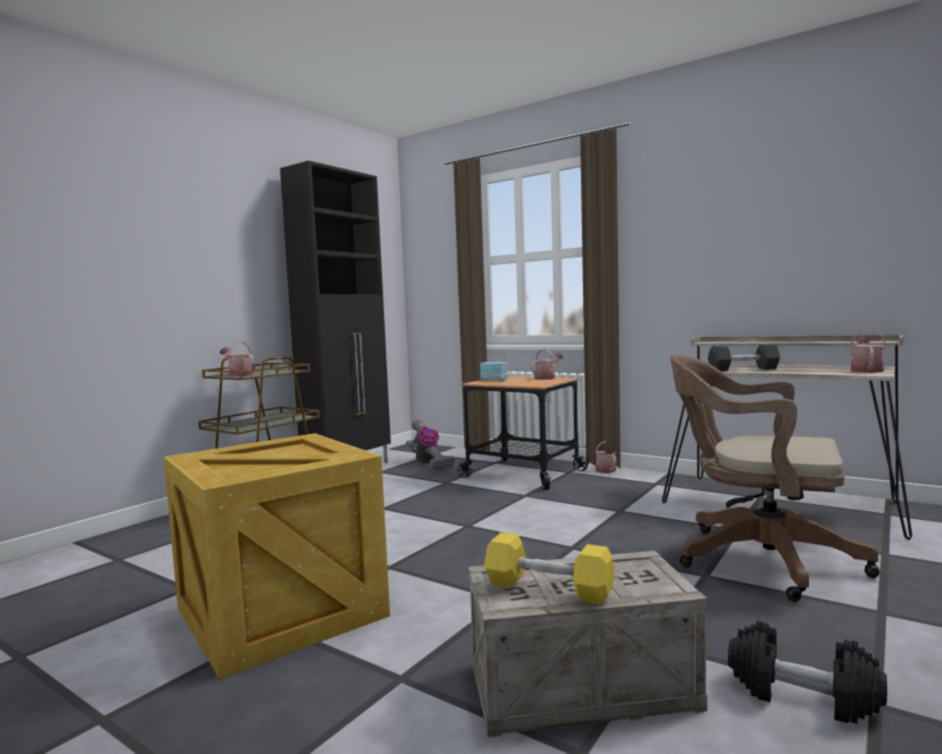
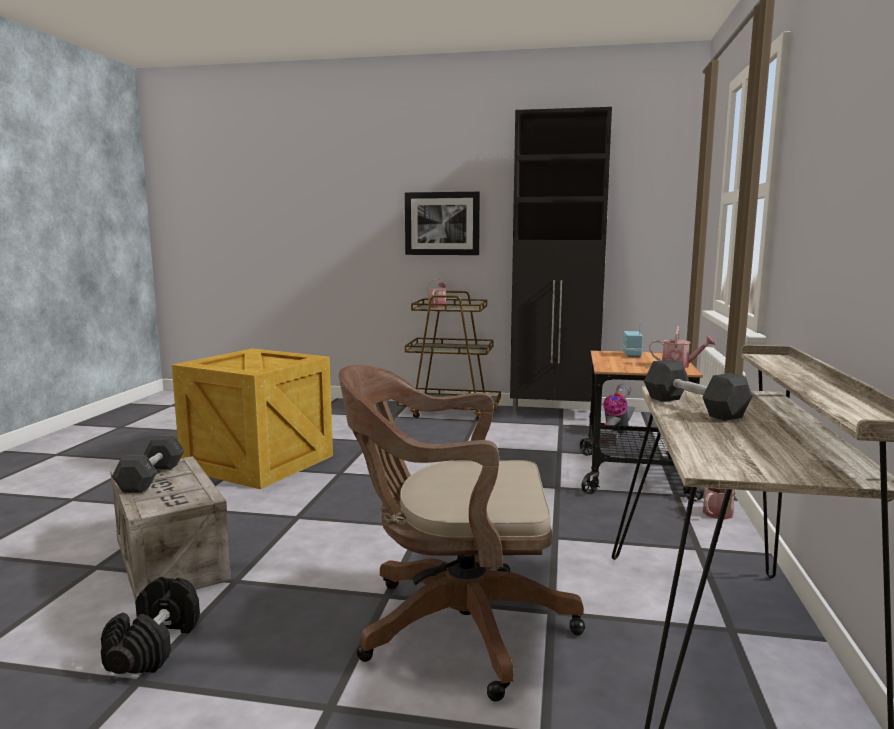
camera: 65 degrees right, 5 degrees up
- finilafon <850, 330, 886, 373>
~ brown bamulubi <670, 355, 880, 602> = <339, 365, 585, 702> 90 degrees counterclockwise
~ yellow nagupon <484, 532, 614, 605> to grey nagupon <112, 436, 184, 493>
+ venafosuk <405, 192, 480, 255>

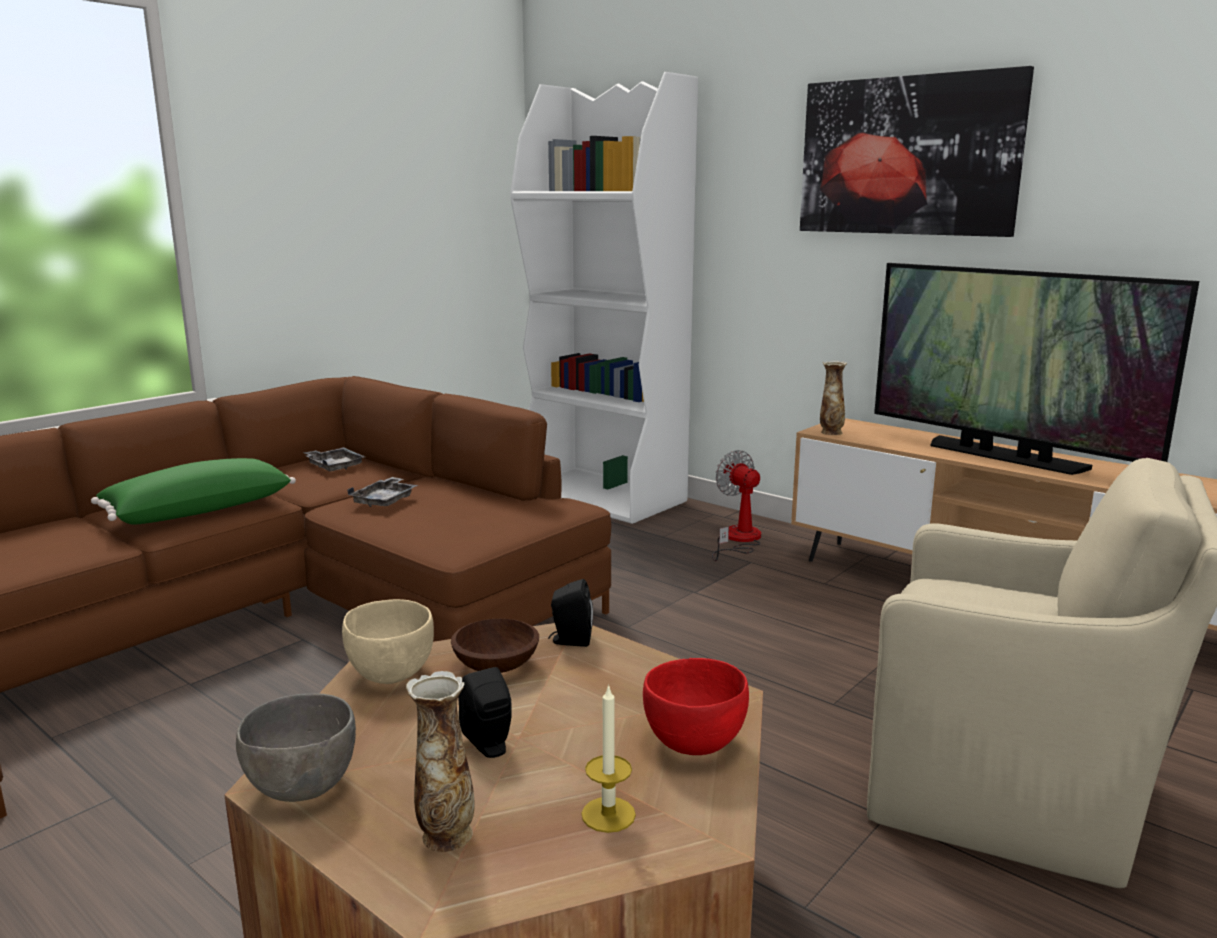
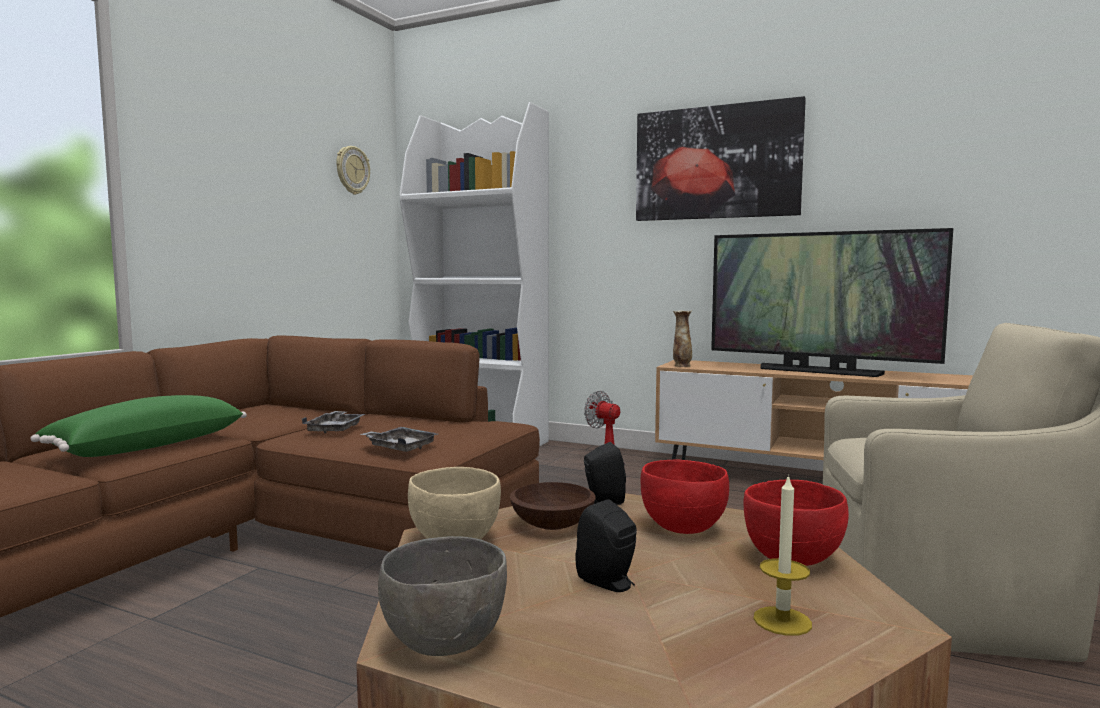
camera: 15 degrees left, 10 degrees down
~ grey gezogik <303, 447, 365, 471> to <360, 427, 438, 452>
- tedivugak <406, 671, 475, 852>
+ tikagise <336, 146, 370, 195>
+ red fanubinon <641, 460, 729, 534>

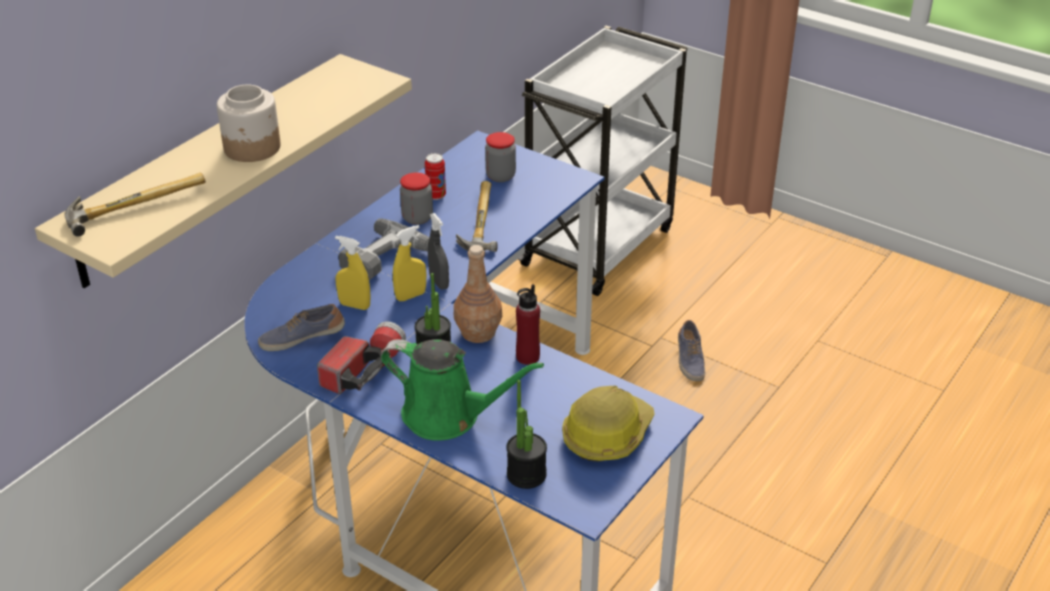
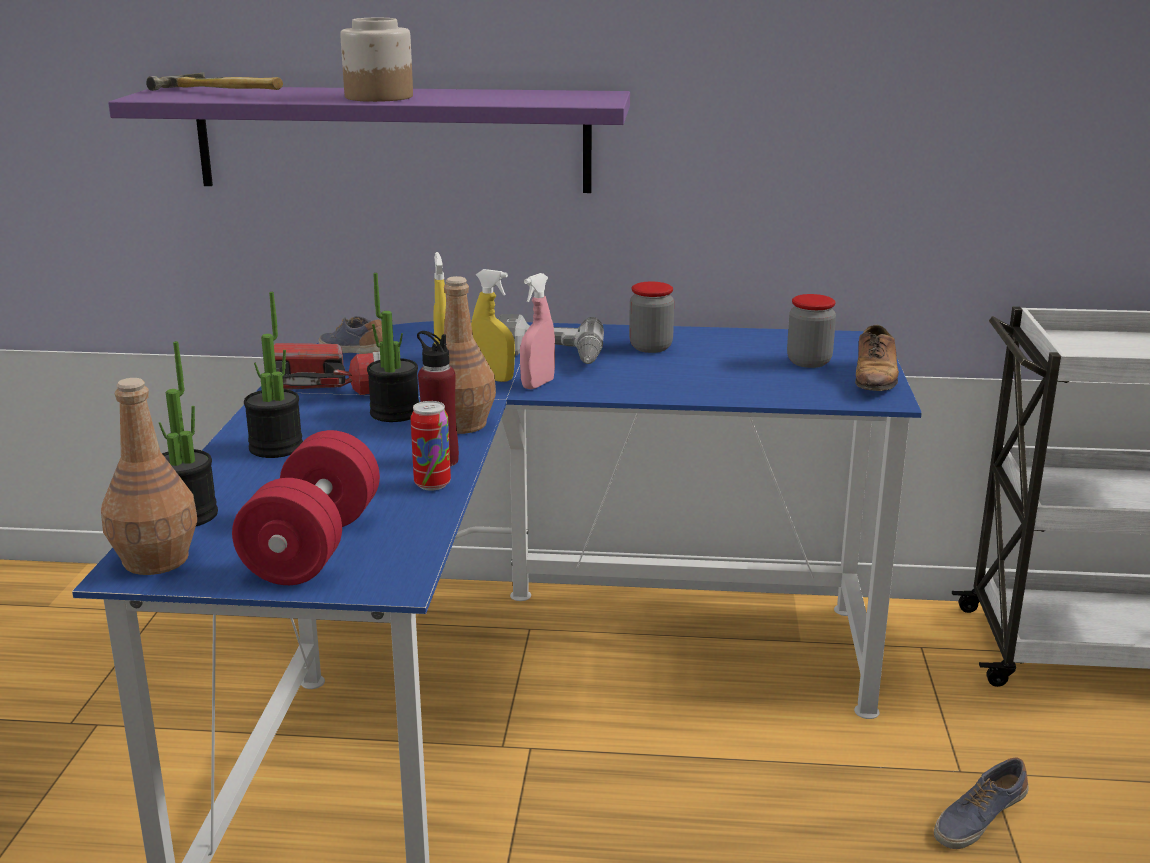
camera: 60 degrees right, 15 degrees down
~ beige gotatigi <35, 54, 412, 288> to purple gotatigi <108, 87, 630, 193>
~ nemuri <425, 153, 446, 200> to <410, 401, 451, 491>
- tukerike <456, 181, 497, 252>
~ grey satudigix <428, 213, 449, 290> to pink satudigix <520, 273, 555, 389>
~ green finilafon <381, 339, 544, 441> to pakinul <244, 292, 303, 458>
~ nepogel <562, 386, 655, 462> to red nagupon <232, 430, 380, 585>
+ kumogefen <855, 325, 899, 400>
+ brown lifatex <101, 378, 197, 575>

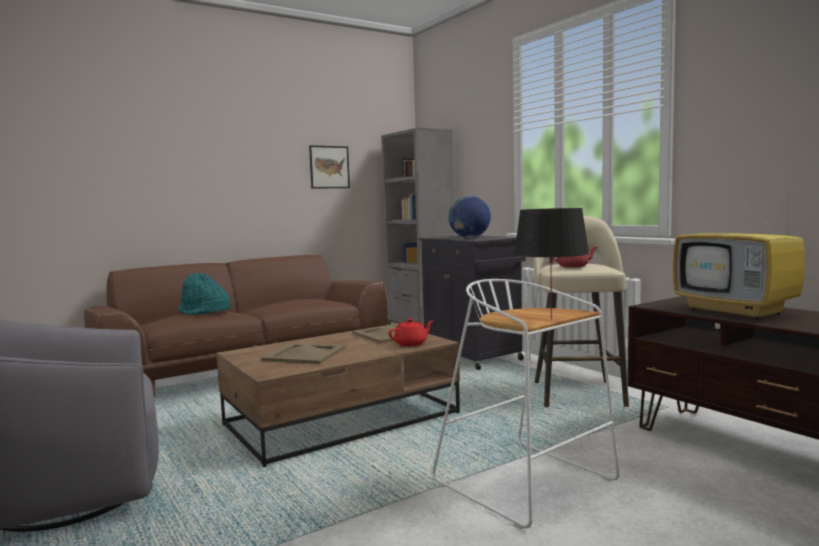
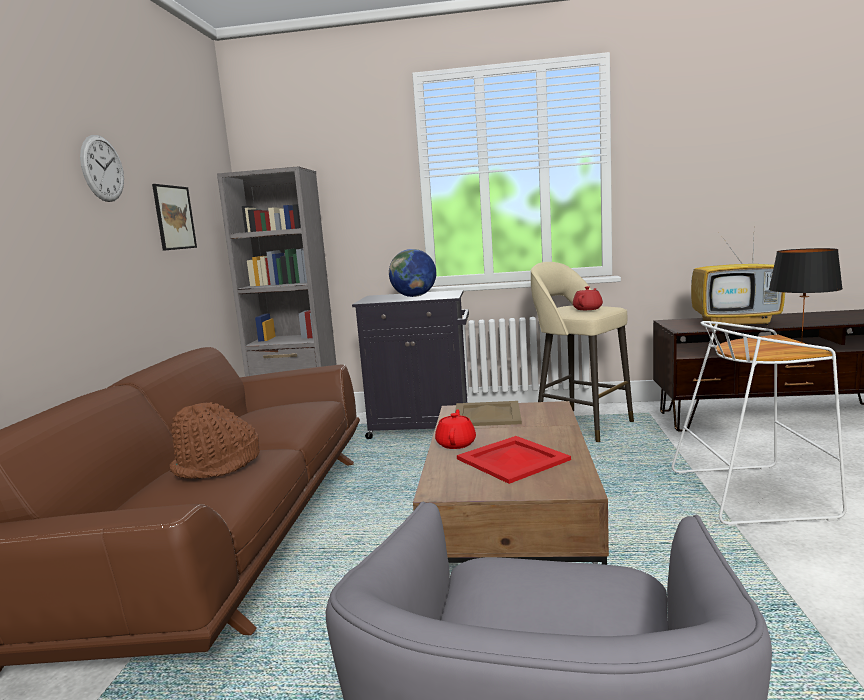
camera: 50 degrees left, 5 degrees up
~ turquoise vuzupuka <178, 273, 231, 315> to brown vuzupuka <170, 402, 260, 479>
~ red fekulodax <388, 318, 433, 346> to <435, 409, 476, 449>
~ beige gezogik <261, 343, 346, 364> to red gezogik <457, 436, 571, 484>
+ tikagise <80, 135, 124, 202>

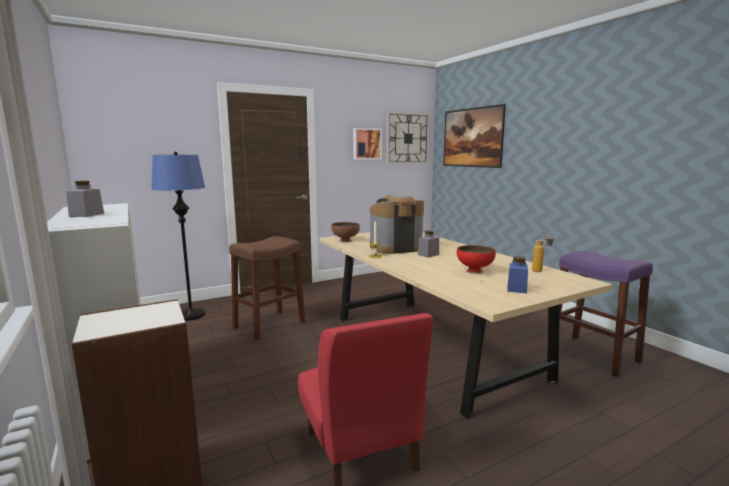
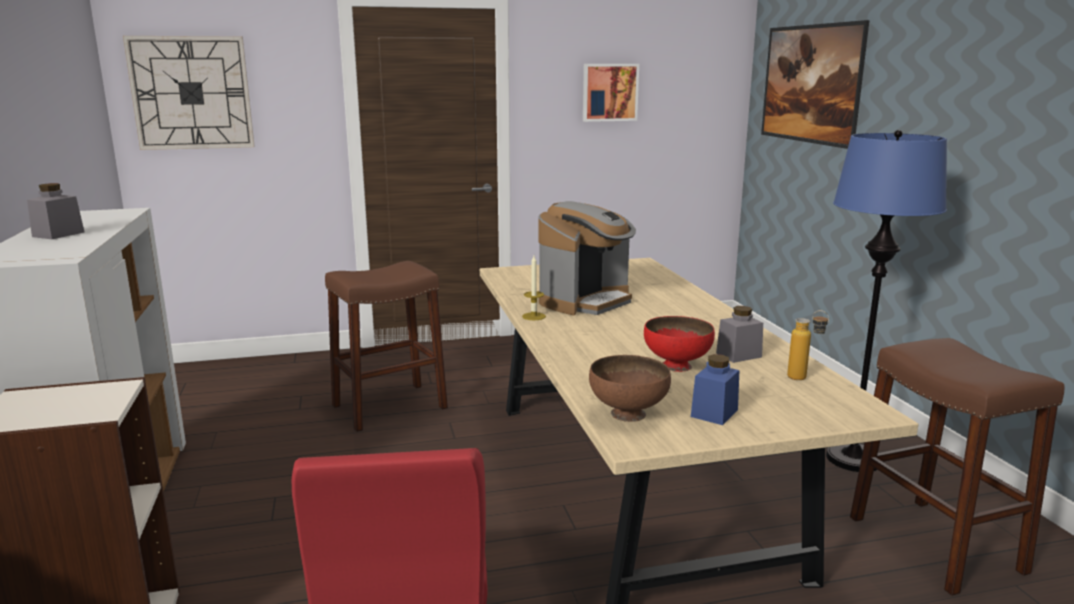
camera: 15 degrees right, 5 degrees up
~ tikagise <387, 112, 430, 164> to <123, 36, 255, 150>
~ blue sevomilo <151, 152, 205, 321> to <826, 130, 947, 472>
~ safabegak <370, 194, 424, 254> = <538, 201, 636, 315> 135 degrees clockwise
~ brown fanubinon <331, 222, 360, 242> to <589, 355, 671, 422>
~ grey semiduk <418, 230, 439, 258> to <716, 306, 763, 363>
~ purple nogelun <559, 250, 653, 377> to brown nogelun <850, 338, 1064, 596>

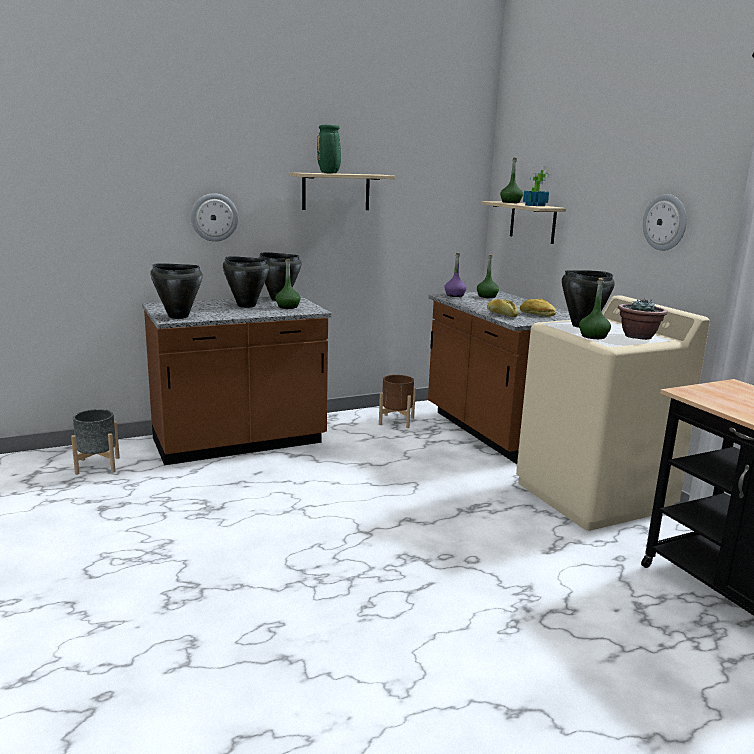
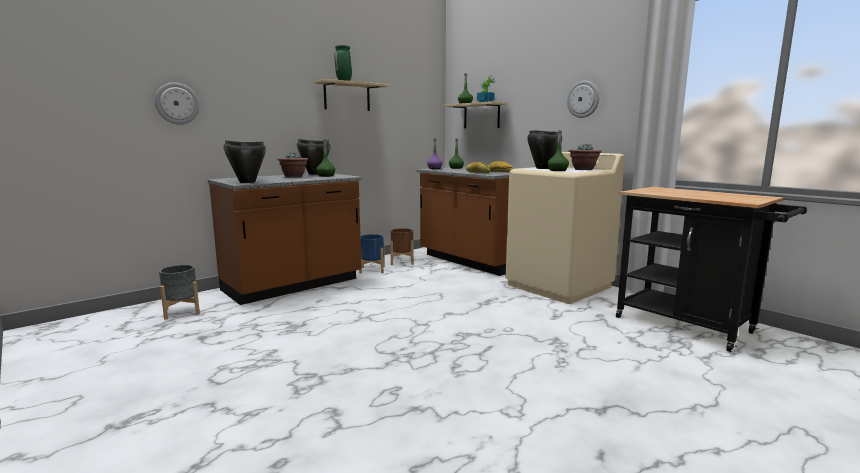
camera: 15 degrees left, 5 degrees down
~ tikagise <191, 193, 238, 242> to <155, 82, 199, 124>
~ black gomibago <223, 256, 269, 308> to pakinul <277, 152, 308, 177>
+ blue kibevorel <359, 234, 385, 274>

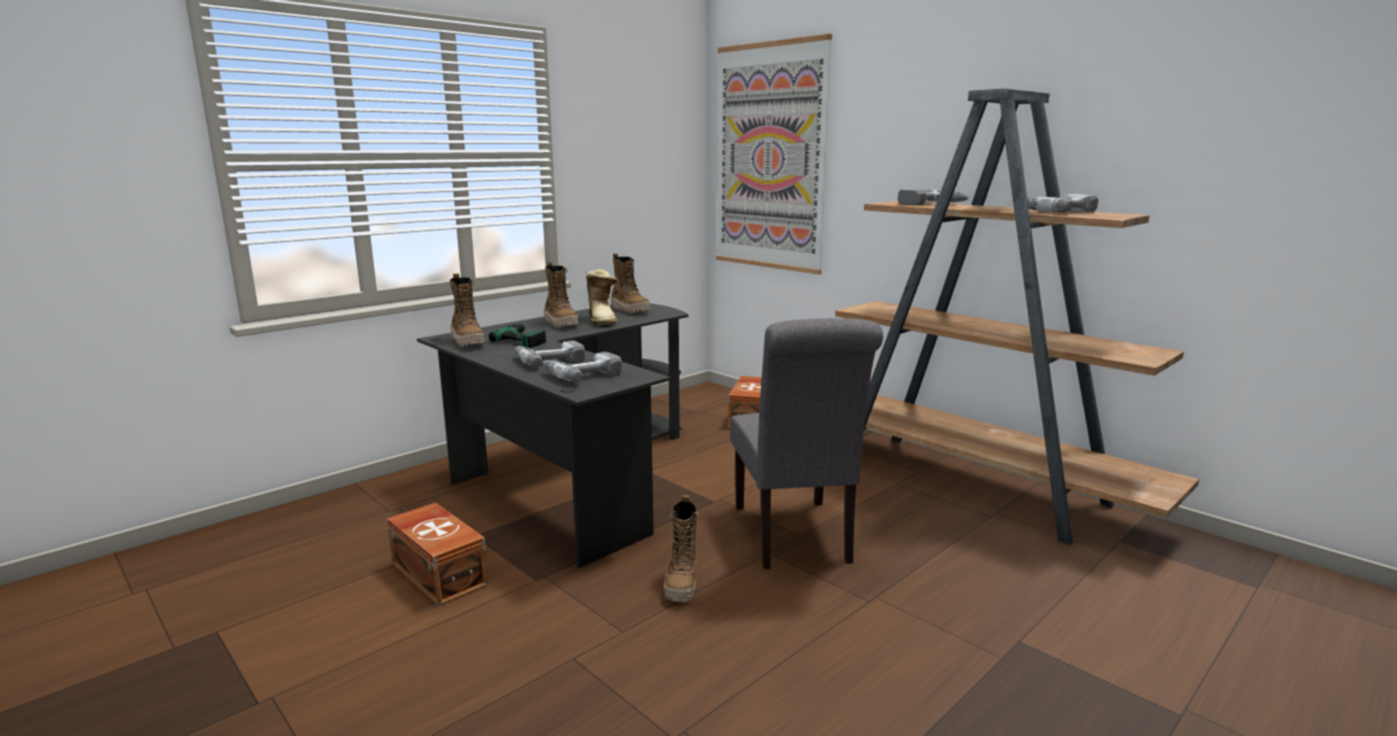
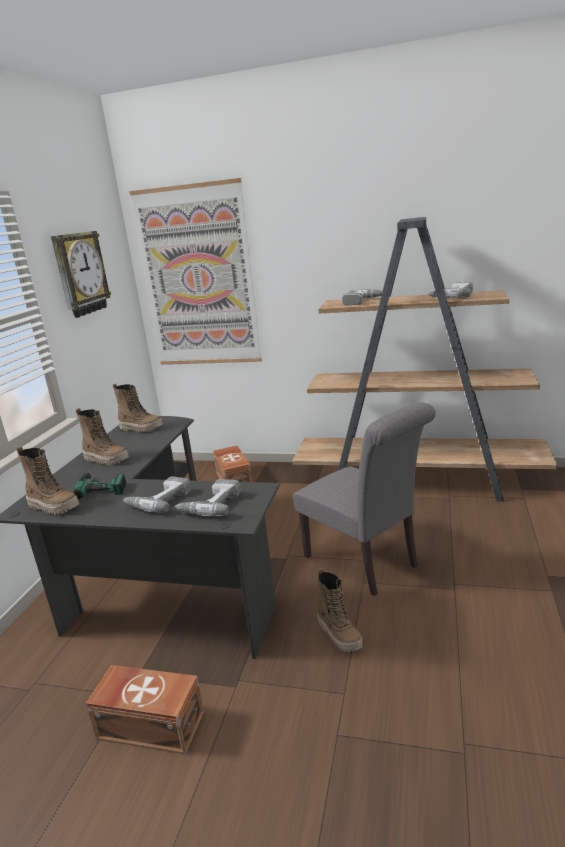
camera: 30 degrees left, 5 degrees up
- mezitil <586, 269, 618, 327>
+ tikagise <51, 231, 111, 318>

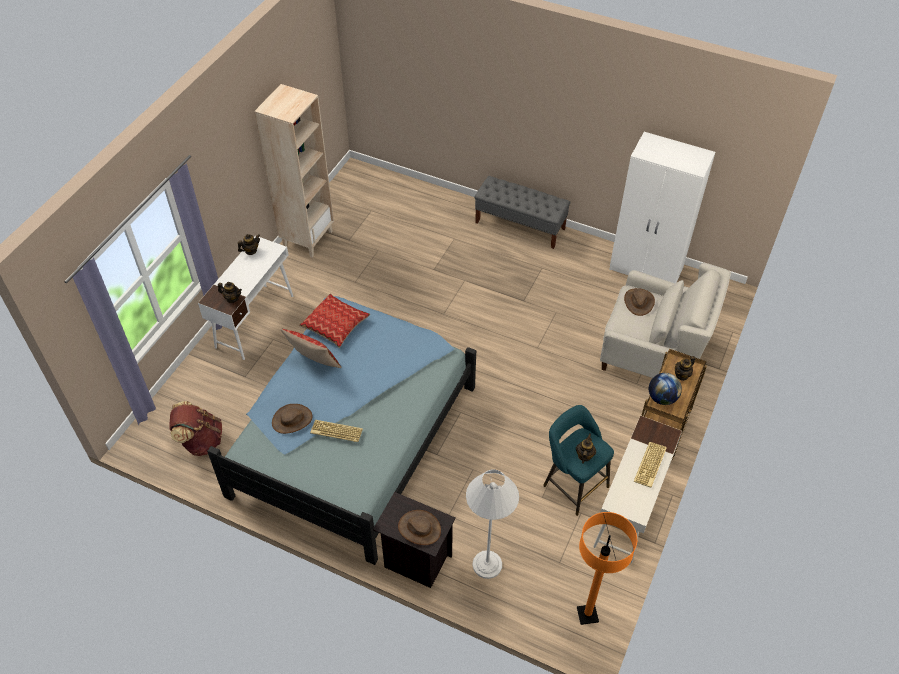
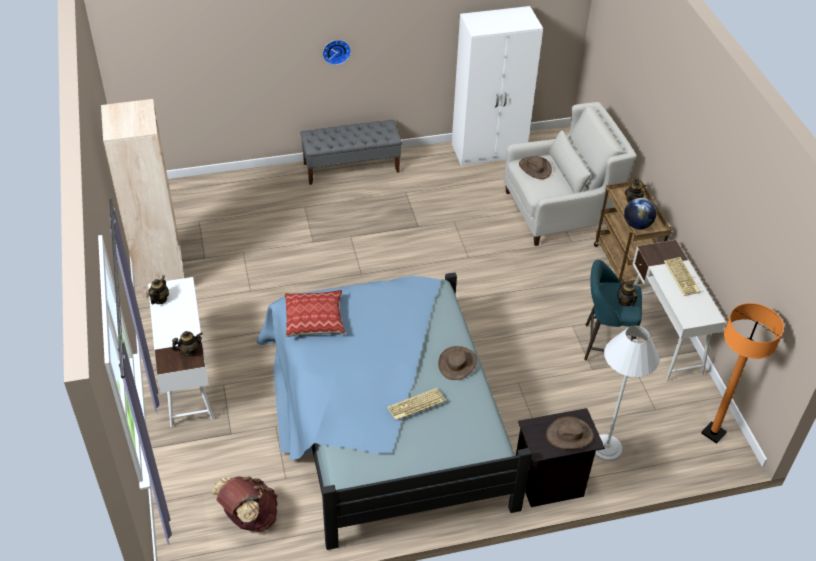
camera: 40 degrees left, 5 degrees down
- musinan <281, 328, 342, 368>
~ brown vuzupuka <272, 404, 313, 434> to <438, 346, 477, 380>
+ tikagise <323, 40, 351, 65>

